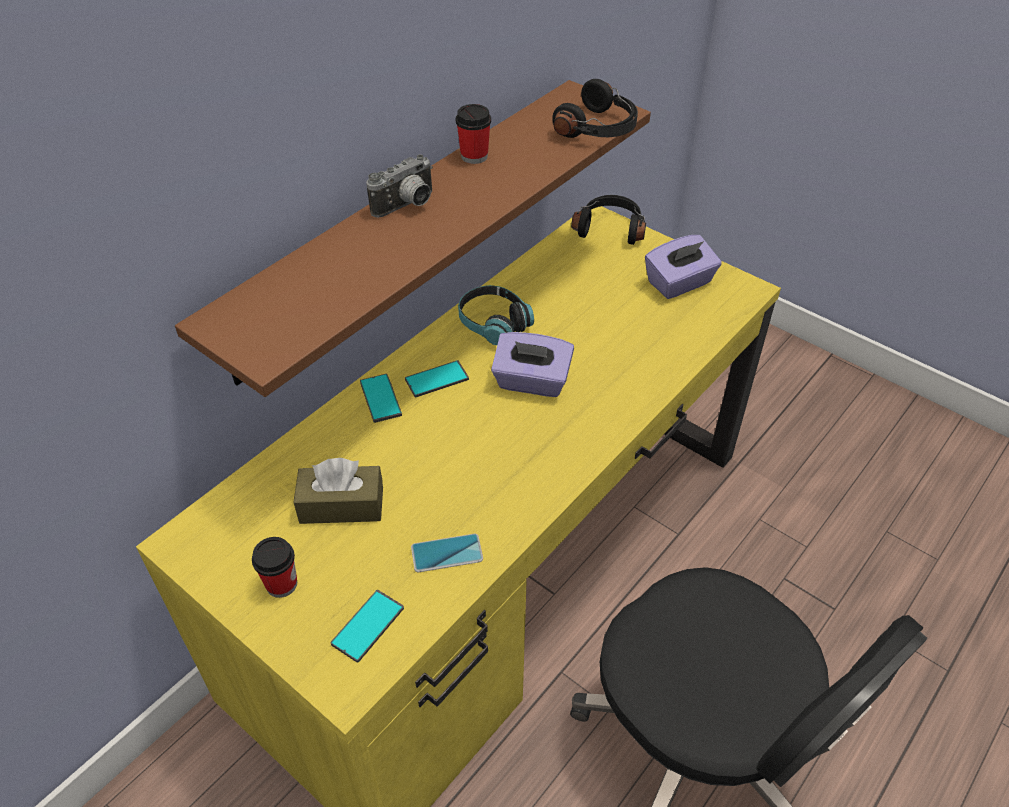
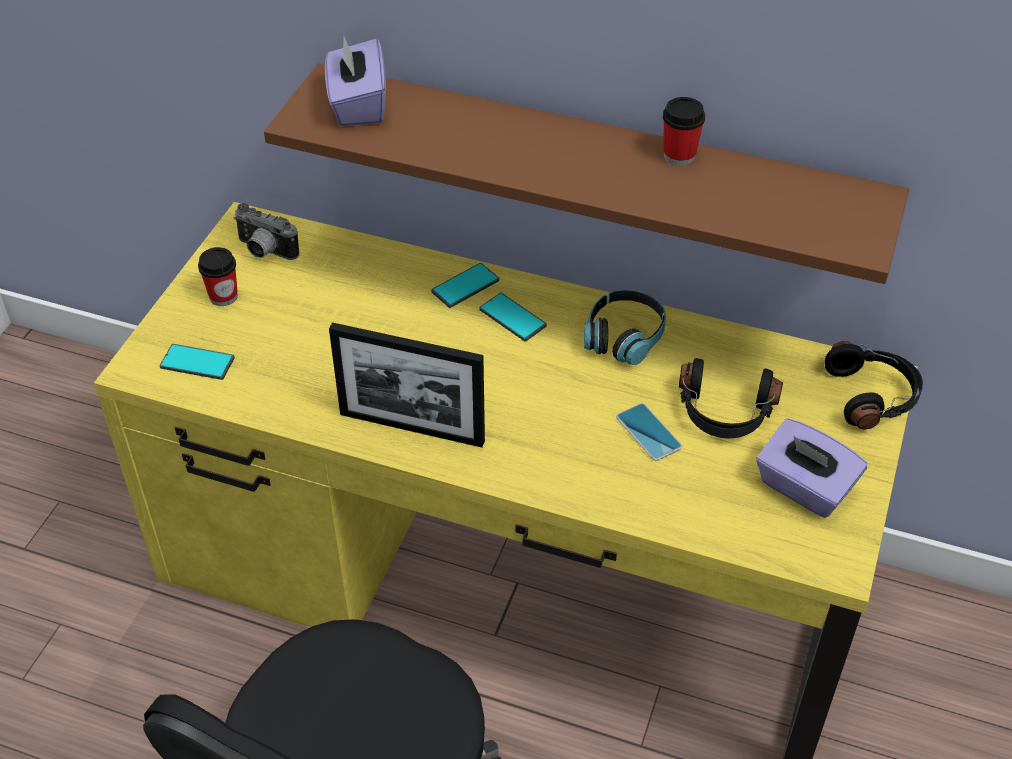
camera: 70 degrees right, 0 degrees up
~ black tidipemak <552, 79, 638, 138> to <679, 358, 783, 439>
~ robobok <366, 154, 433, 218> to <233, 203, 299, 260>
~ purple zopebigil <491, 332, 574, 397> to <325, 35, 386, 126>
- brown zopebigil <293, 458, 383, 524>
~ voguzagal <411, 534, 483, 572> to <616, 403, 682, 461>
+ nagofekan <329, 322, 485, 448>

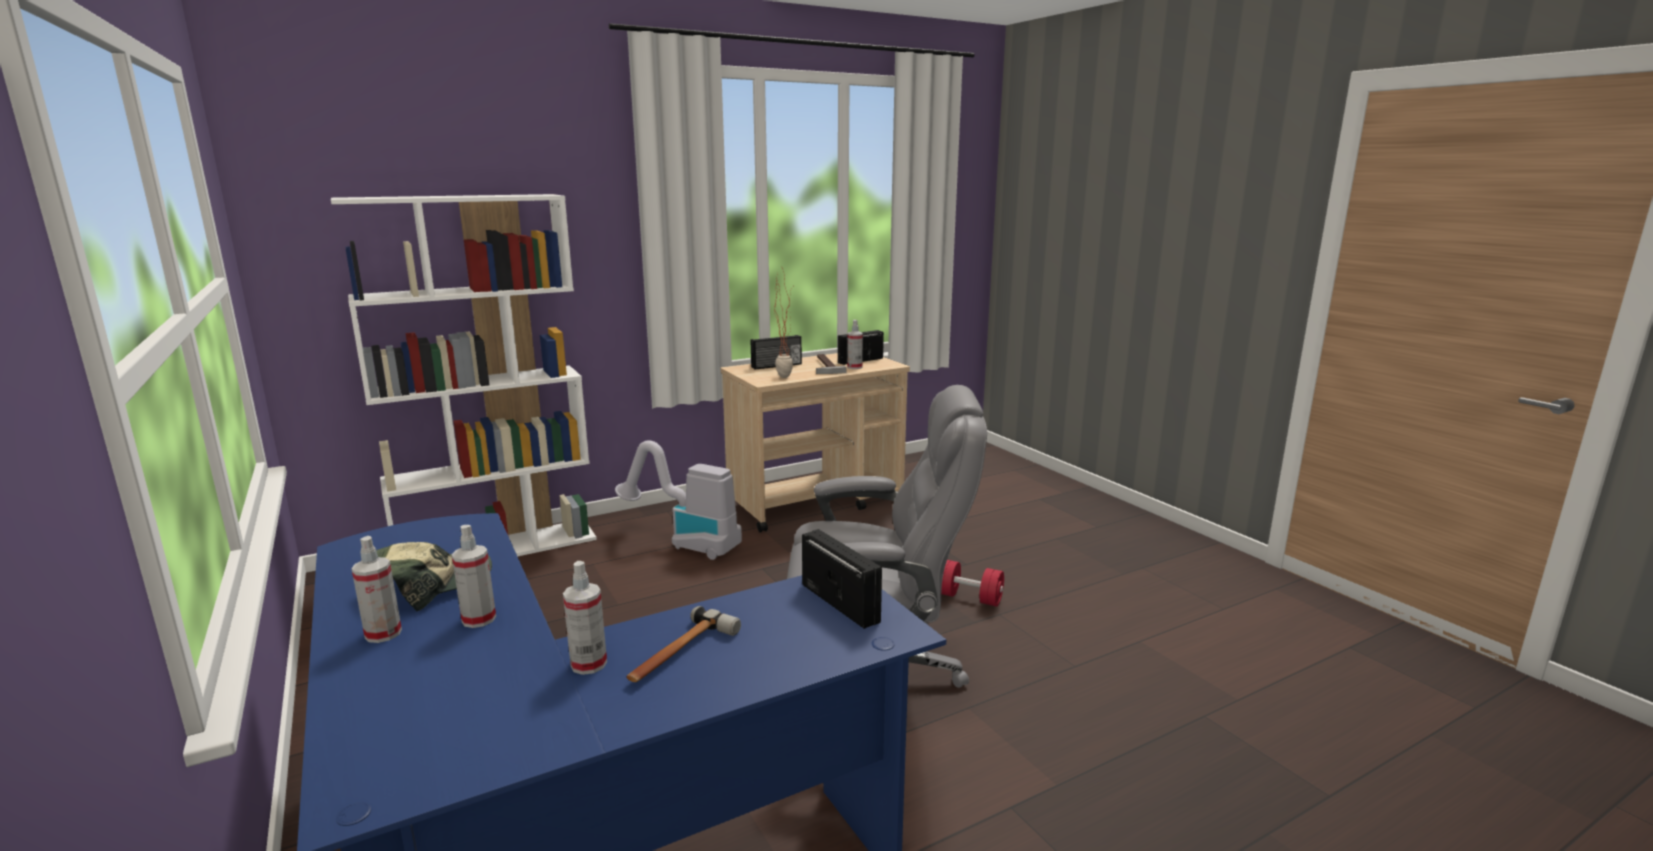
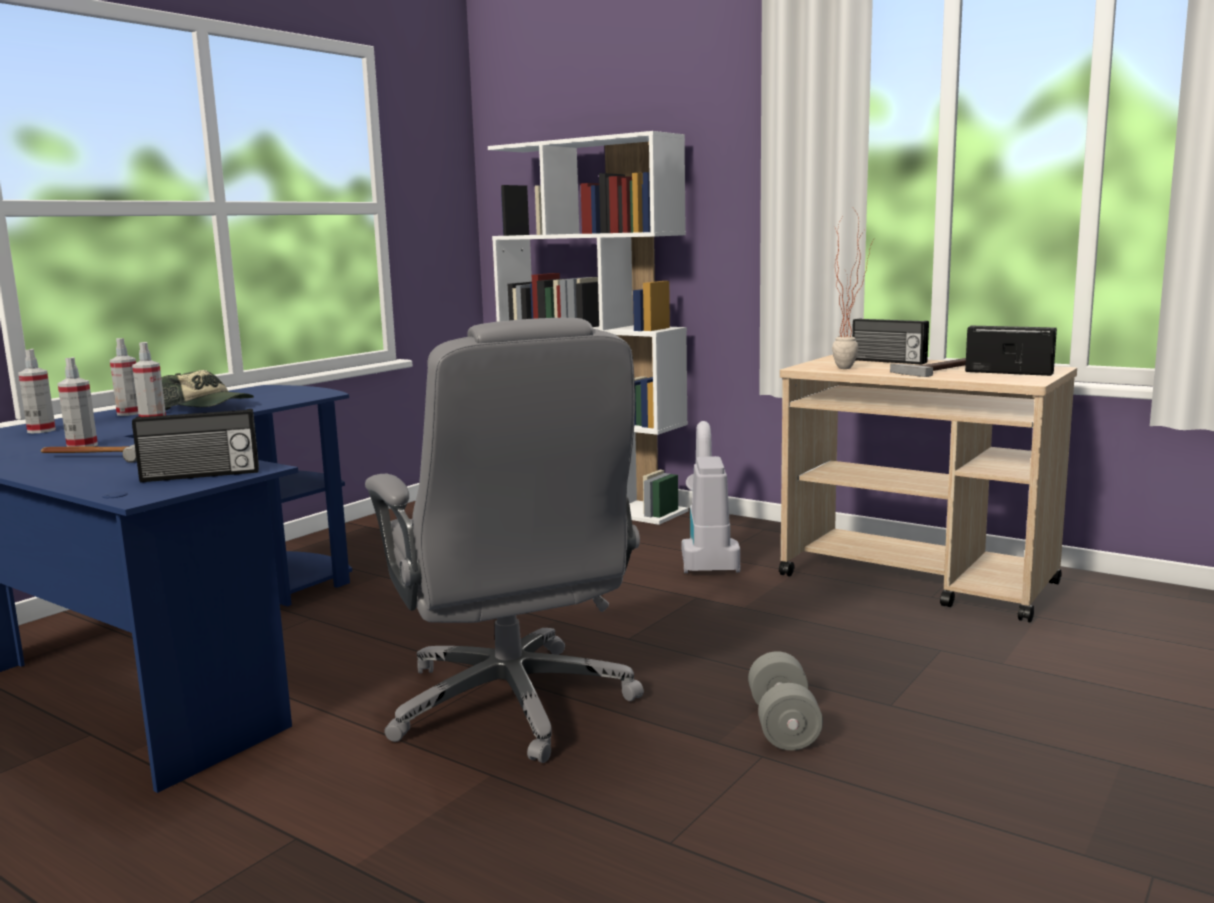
camera: 65 degrees right, 5 degrees down
~ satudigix <847, 320, 863, 369> to <18, 349, 56, 433>
~ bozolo <802, 529, 882, 629> = <132, 409, 259, 482> 45 degrees clockwise
~ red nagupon <941, 560, 1004, 606> to grey nagupon <748, 651, 823, 751>

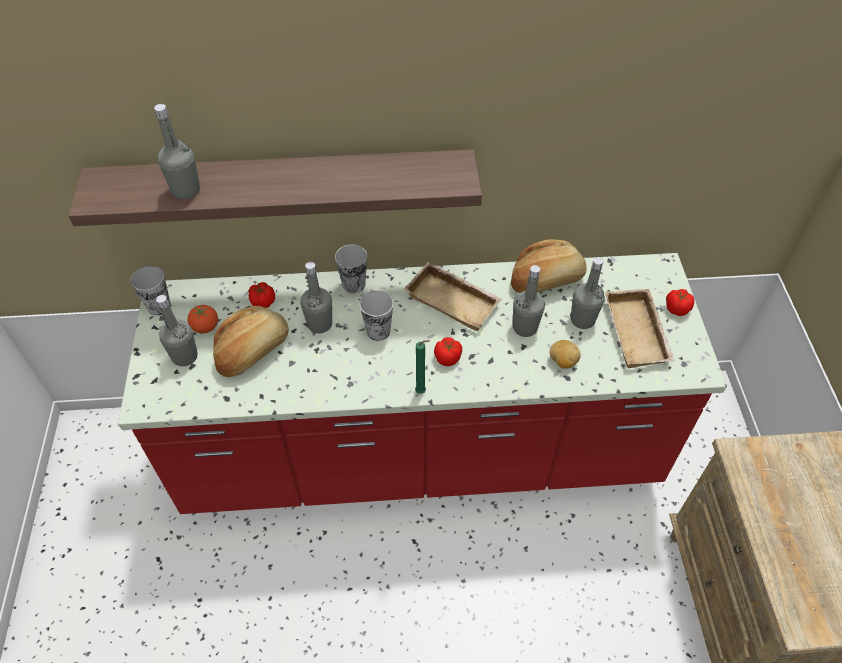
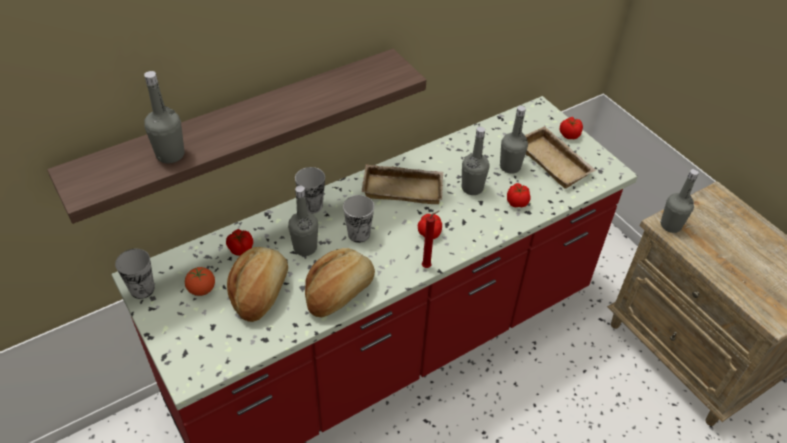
camera: 30 degrees left, 5 degrees down
~ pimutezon <511, 239, 586, 293> to <305, 248, 375, 317>
~ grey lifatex <156, 295, 198, 366> to <660, 169, 699, 233>
~ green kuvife <415, 340, 430, 394> to red kuvife <422, 211, 439, 268>
~ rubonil <550, 340, 581, 369> to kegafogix <507, 183, 531, 207>

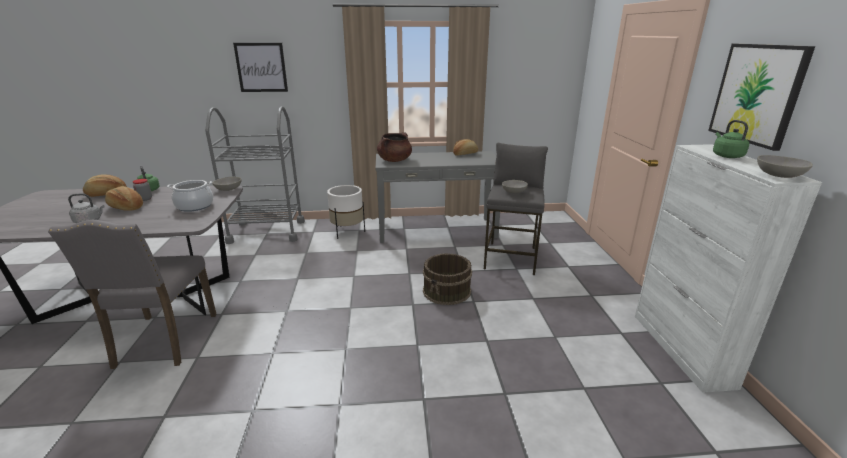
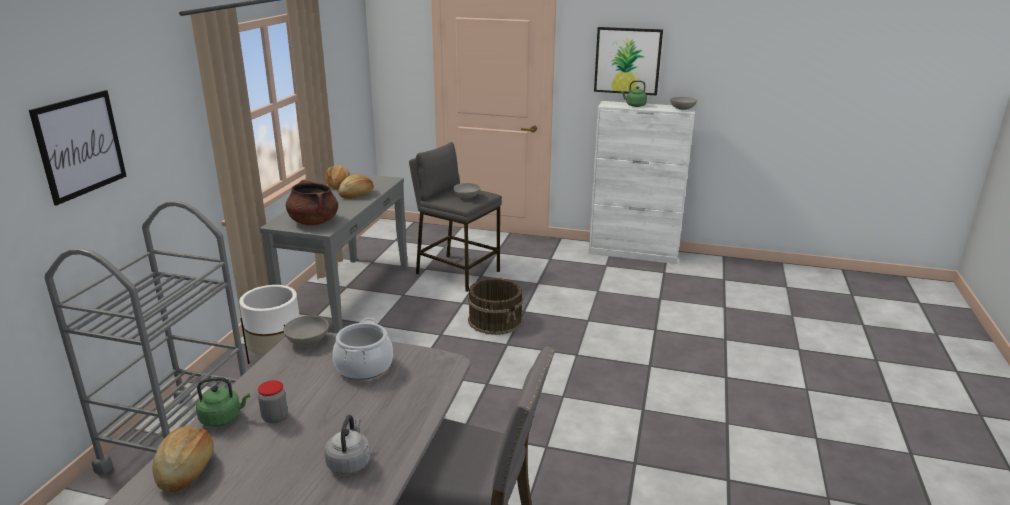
camera: 70 degrees left, 0 degrees up
~ pimutezon <105, 186, 143, 211> to <338, 174, 373, 199>

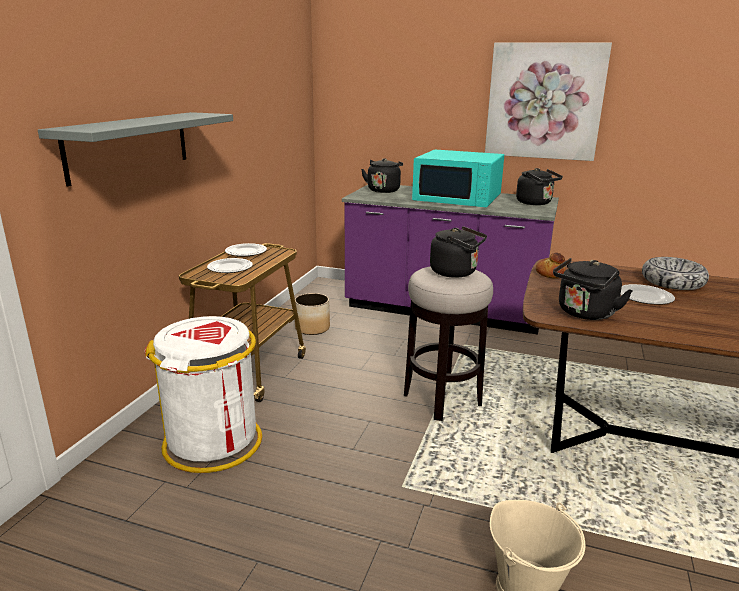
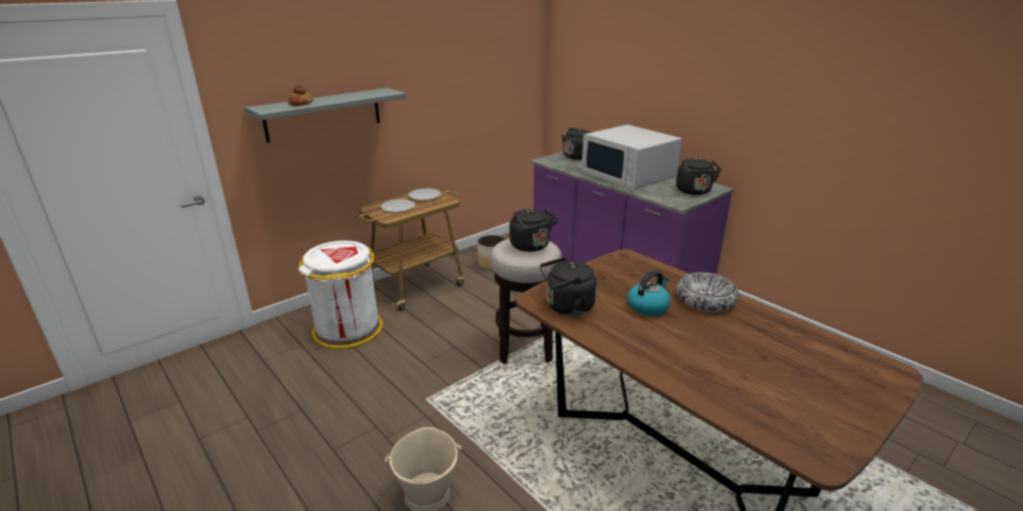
camera: 30 degrees right, 5 degrees up
- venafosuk <485, 42, 612, 161>
~ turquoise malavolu <412, 150, 504, 207> to white malavolu <581, 125, 682, 189>
~ pimutezon <536, 253, 566, 278> to <288, 85, 313, 106>
~ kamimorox <620, 284, 675, 305> to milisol <628, 270, 671, 316>

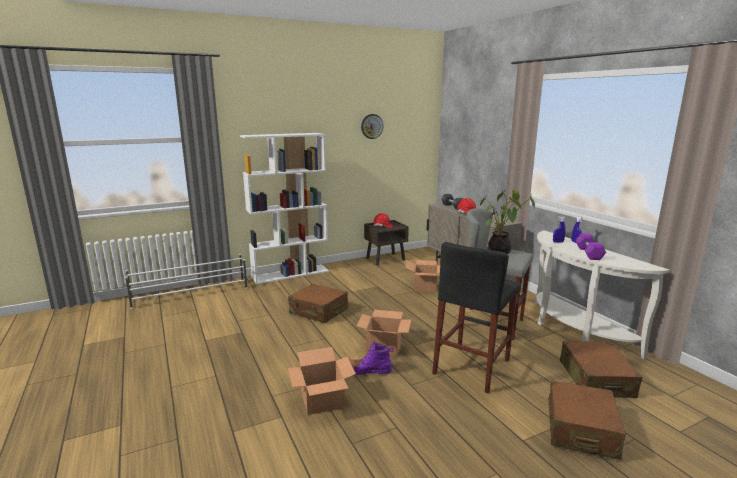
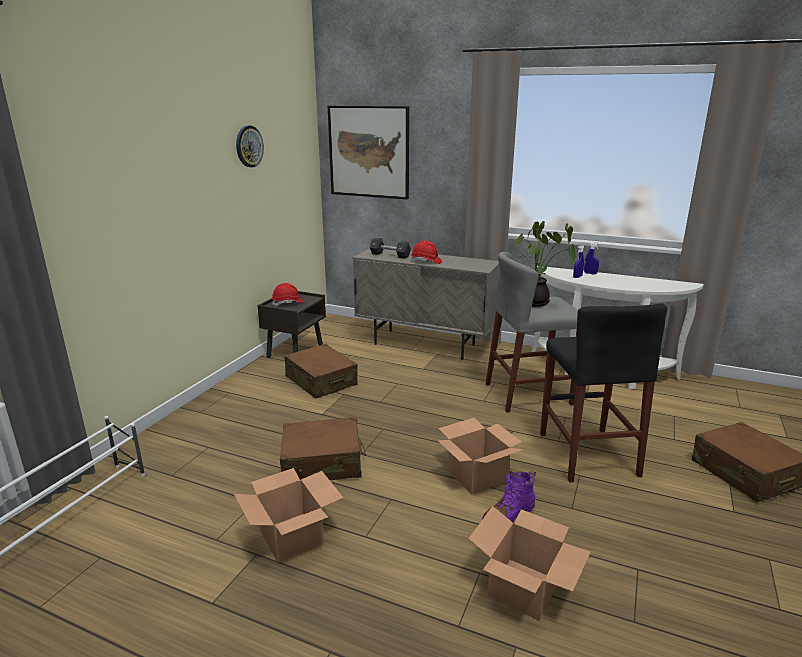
camera: 40 degrees left, 5 degrees up
- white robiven <240, 133, 329, 284>
- purple nagupon <575, 233, 606, 260>
~ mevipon <405, 260, 440, 293> to <234, 468, 343, 563>
~ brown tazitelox <560, 341, 642, 398> to <284, 344, 358, 399>
+ venafosuk <328, 106, 409, 199>

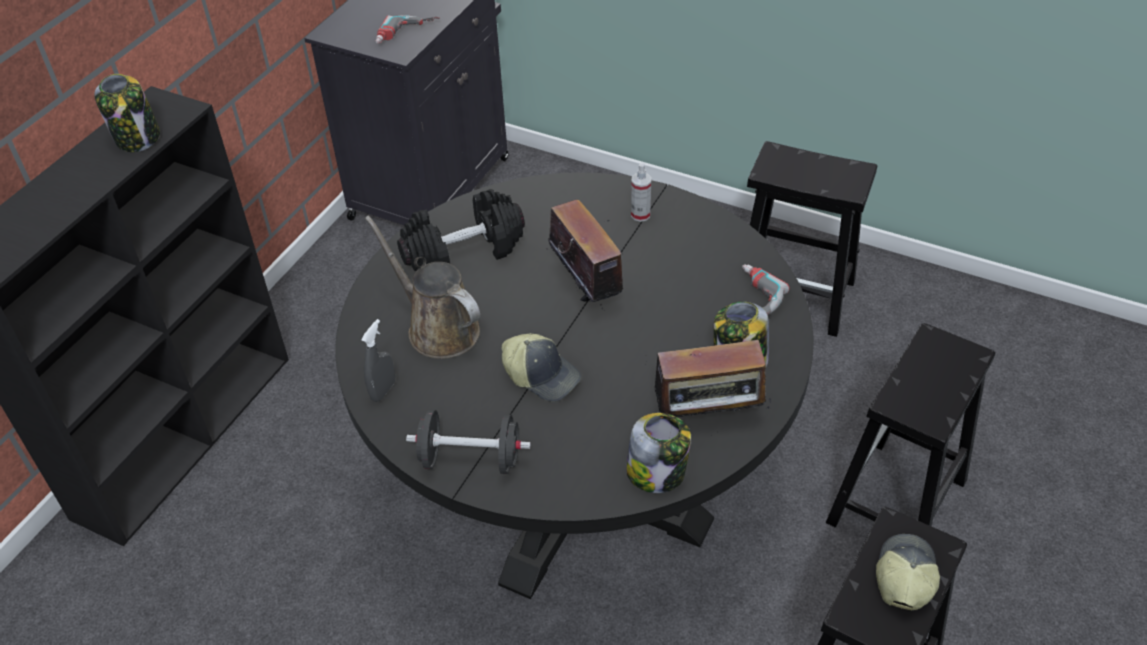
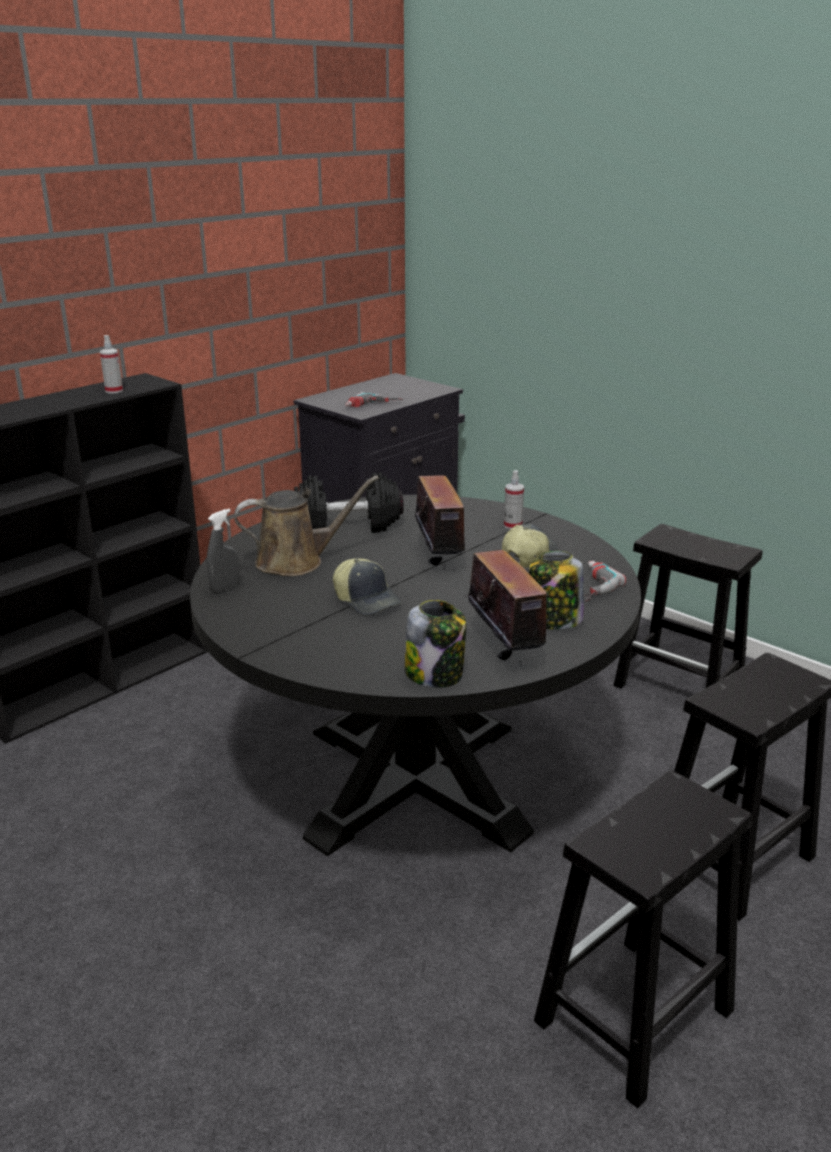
camera: 15 degrees right, 20 degrees down
~ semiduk <94, 74, 160, 152> to satudigix <100, 335, 123, 394>
~ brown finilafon <365, 215, 480, 359> = <234, 476, 379, 576> 105 degrees clockwise
~ bozolo <654, 340, 772, 423> = <464, 550, 547, 666> 120 degrees counterclockwise
- black nagupon <406, 410, 531, 474>
~ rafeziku <876, 534, 940, 611> to <502, 524, 558, 568>

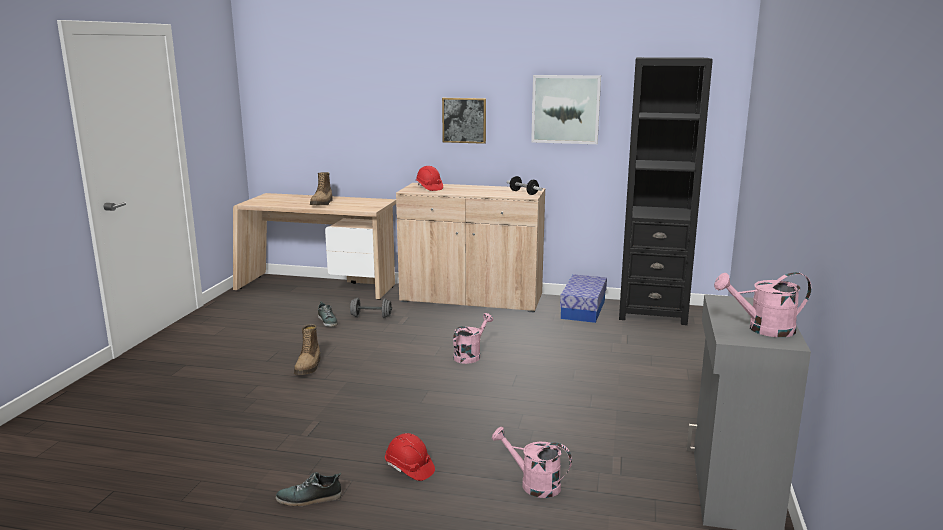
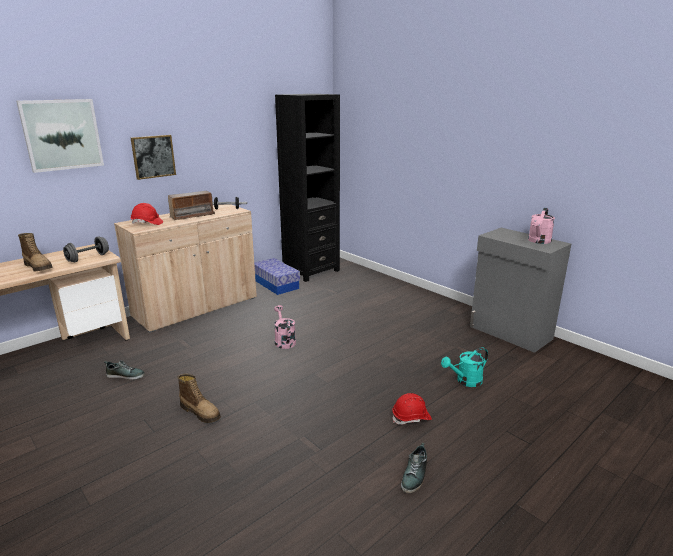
camera: 55 degrees left, 5 degrees up
~ venafosuk <531, 75, 601, 144> to <16, 99, 104, 173>
~ grey nagupon <350, 298, 392, 318> to <63, 236, 109, 263>
~ pink finilafon <492, 427, 572, 498> to turquoise finilafon <441, 347, 488, 387>
+ bozolo <168, 191, 215, 220>

